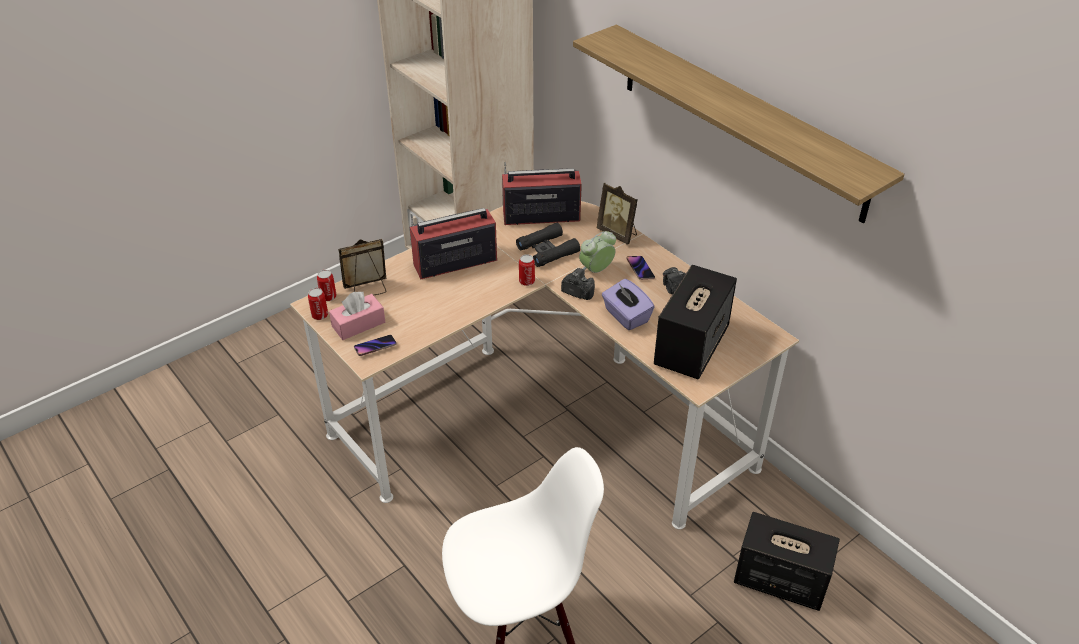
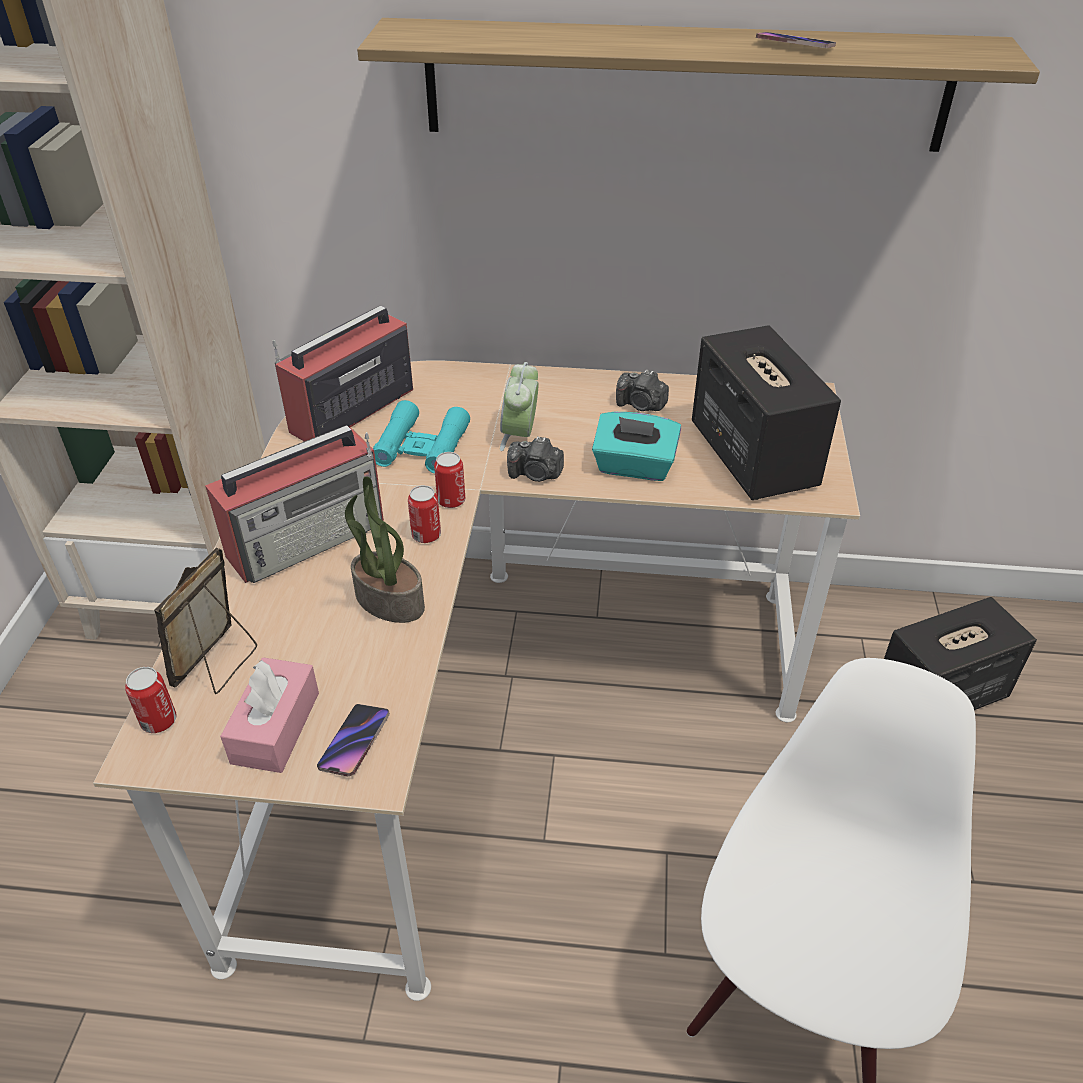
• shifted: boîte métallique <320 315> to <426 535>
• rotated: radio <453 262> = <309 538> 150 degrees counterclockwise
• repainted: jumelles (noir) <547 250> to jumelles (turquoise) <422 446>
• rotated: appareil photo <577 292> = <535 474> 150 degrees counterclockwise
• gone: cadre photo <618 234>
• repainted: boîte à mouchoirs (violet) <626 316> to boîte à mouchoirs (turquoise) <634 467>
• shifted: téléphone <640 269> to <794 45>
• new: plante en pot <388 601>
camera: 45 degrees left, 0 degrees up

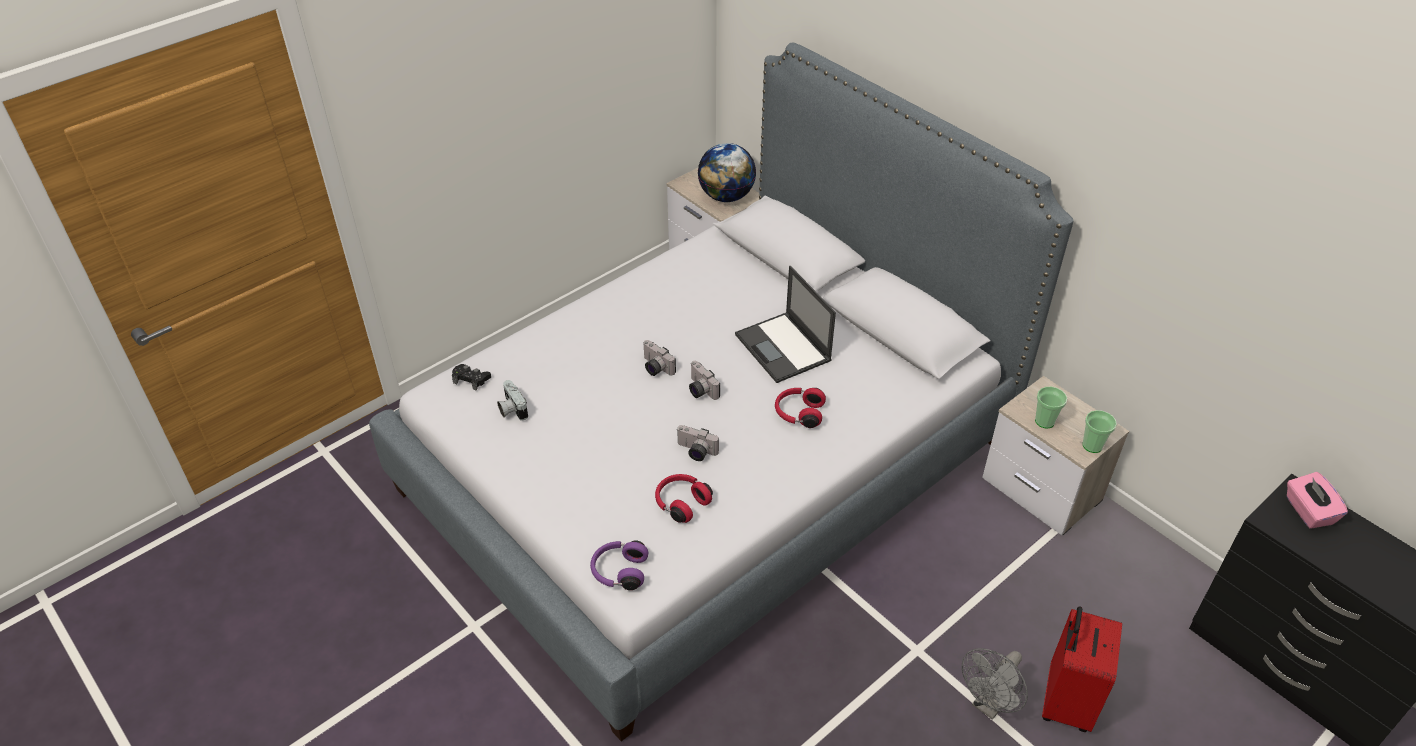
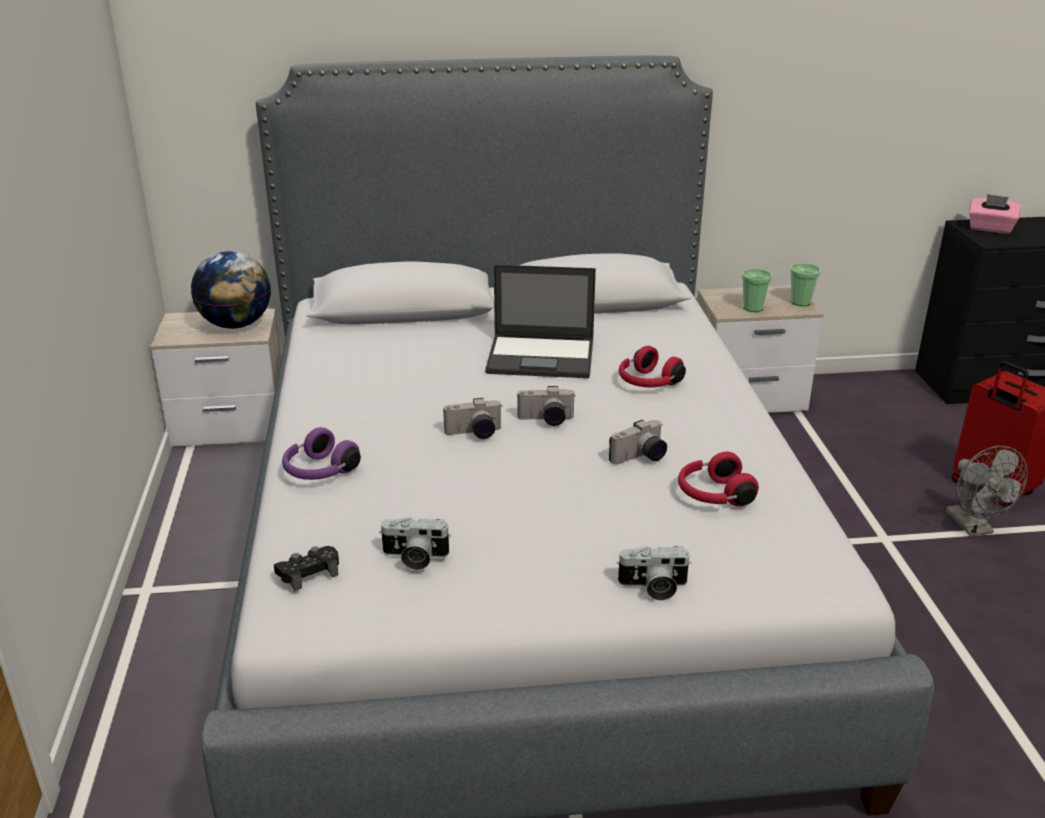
• shifted: casque audio (violet) <619 571> to <319 471>
• new: appareil photo <653 587>
camera: 55 degrees left, 15 degrees down

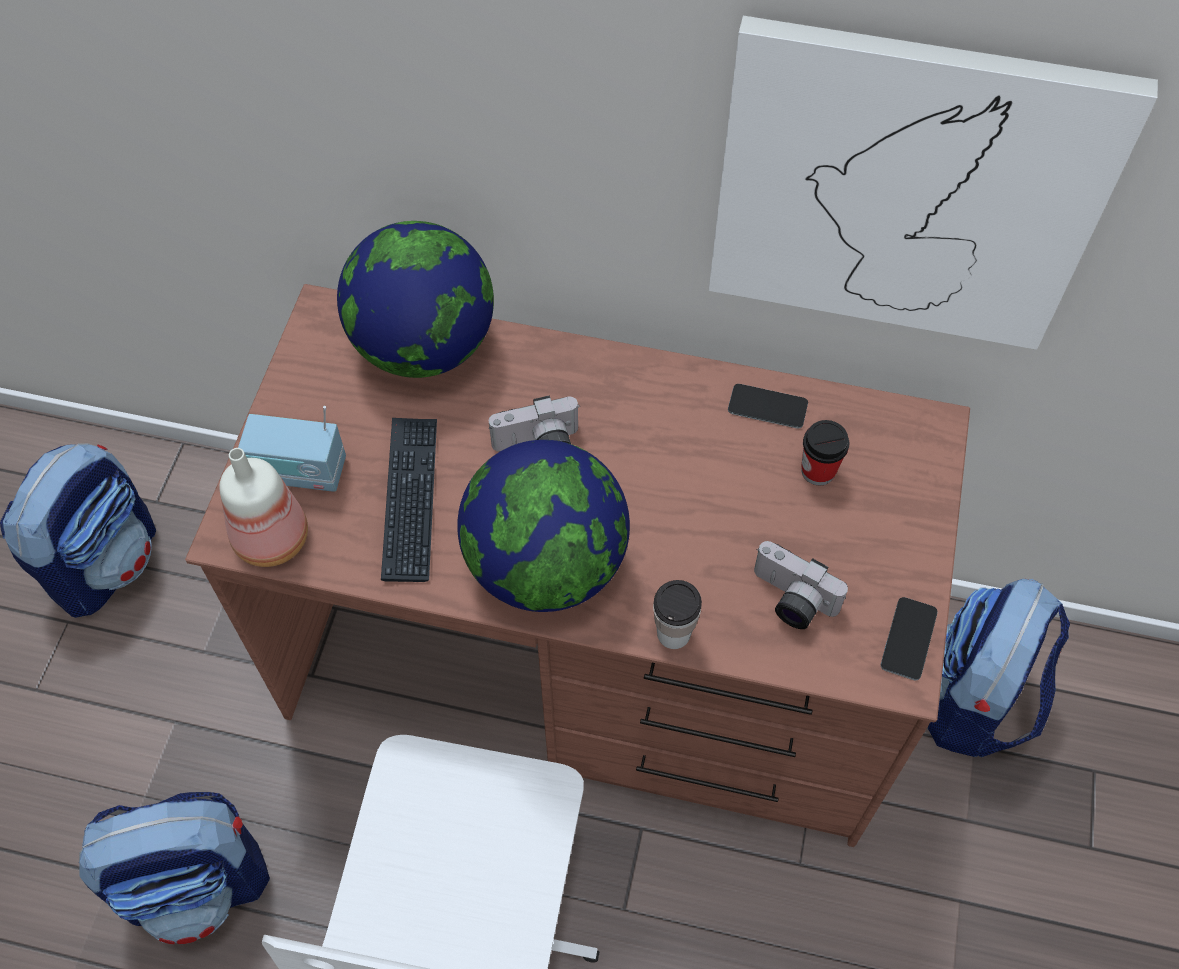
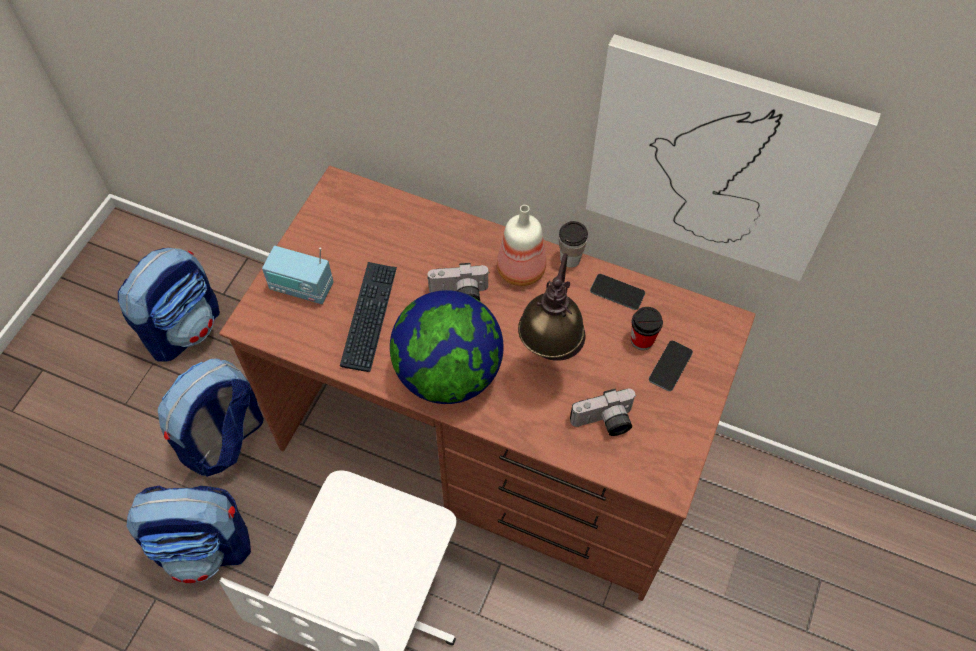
• shifted: bouteille <272 540> to <521 271>
• gone: globe <424 346>
• shifted: tasse <673 634> to <570 259>
• rotated: appareil photo <790 600> = <604 423> 60 degrees counterclockwise
• shifted: téléphone <908 639> to <670 366>
• shifted: sac à dos <974 700> to <224 441>
• new: lampe de table <551 355>
camera: 10 degrees right, 0 degrees up

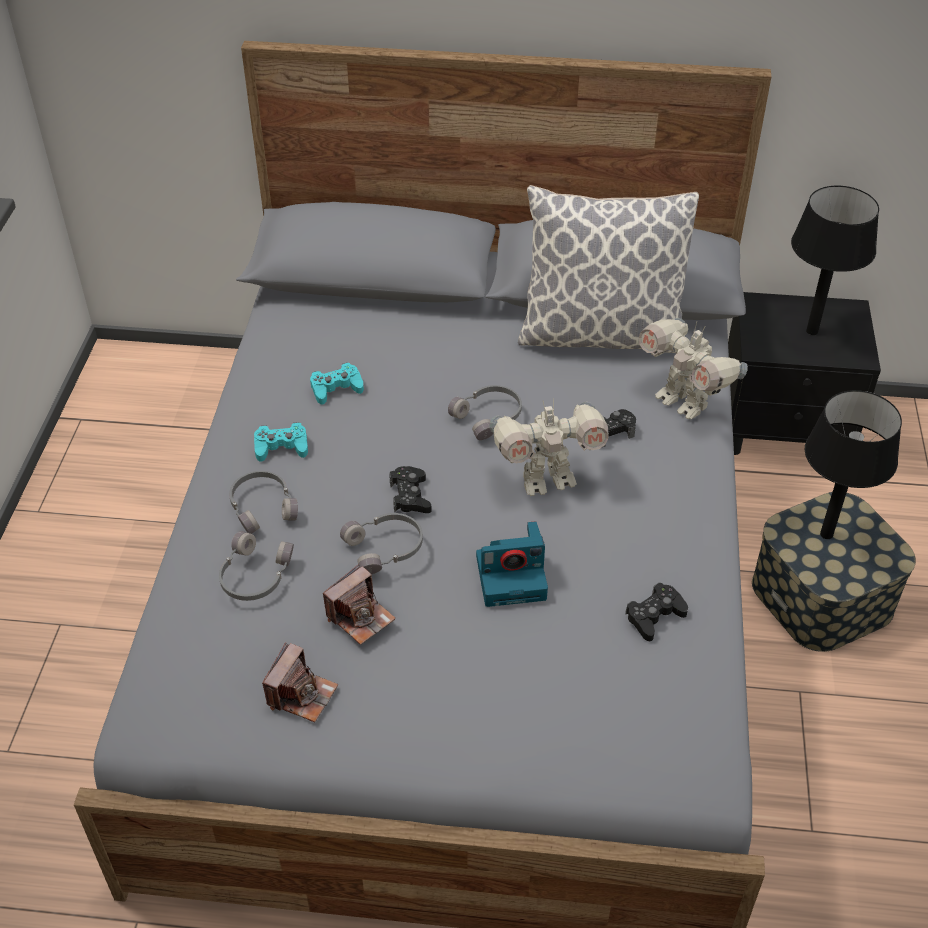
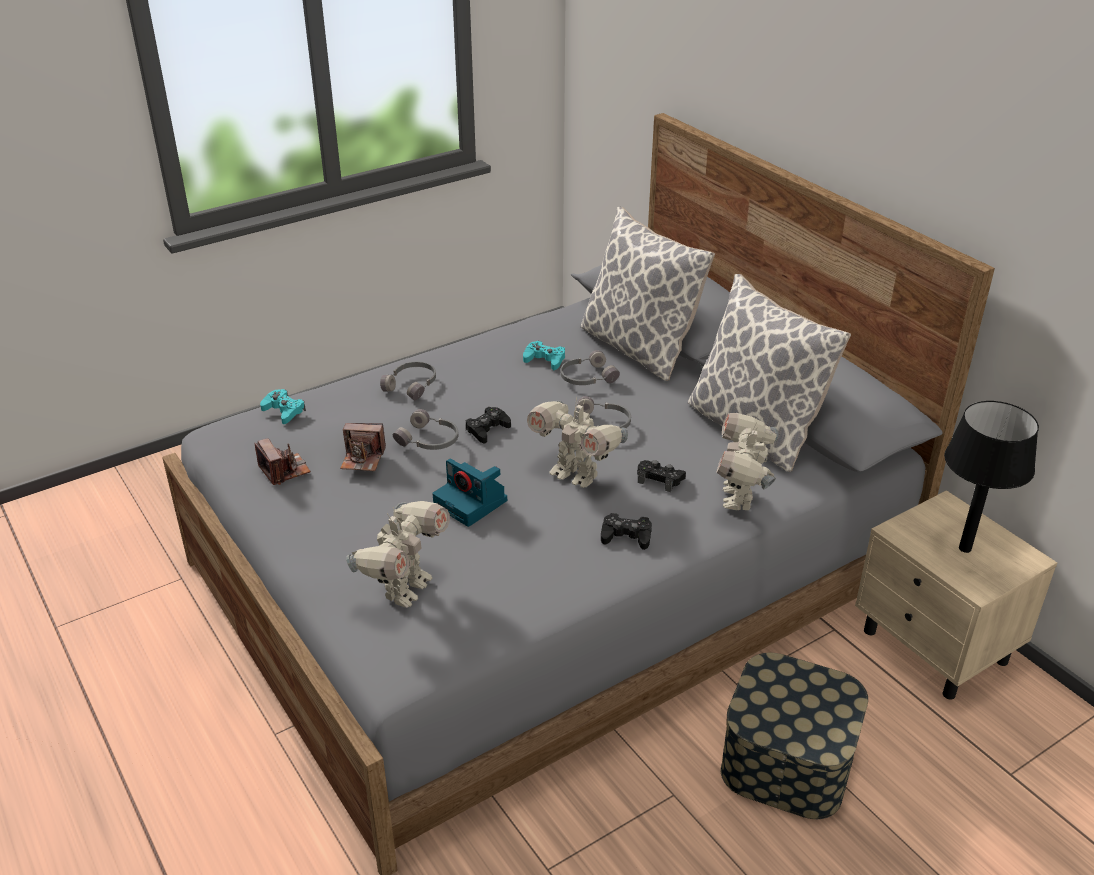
• shifted: casque audio (gris) <254 575> to <586 377>
• shifted: manette (turquoise) <281 447> to <284 411>
• rotated: appareil photo <301 694> = <284 470> 105 degrees counterclockwise
• shifted: manette (noir) <654 616> to <626 536>
• repainted: table de chevet (noir) <784 429> to table de chevet (beige) <935 647>
• gone: lampe de table (noir) <826 535>
• new: robot jouet <404 589>
• new: coussin <638 348>
camera: 50 degrees right, 10 degrees down

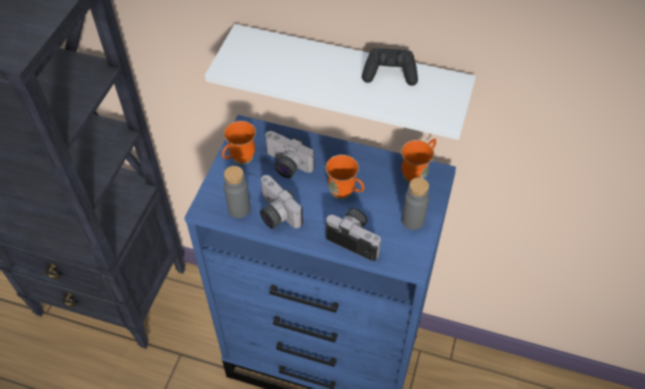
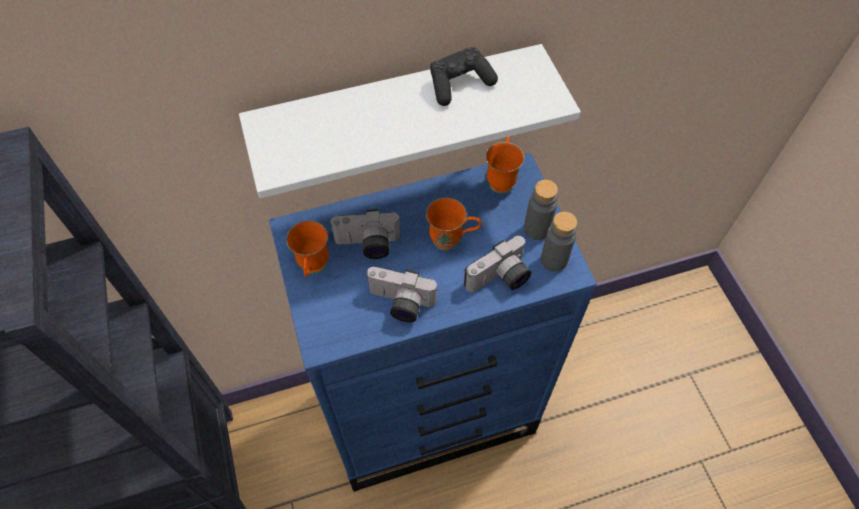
• shifted: bouteille (gris) <239 209> to <554 260>
• rotated: appareil photo <356 238> = <500 279> 150 degrees clockwise
camera: 35 degrees left, 5 degrees up

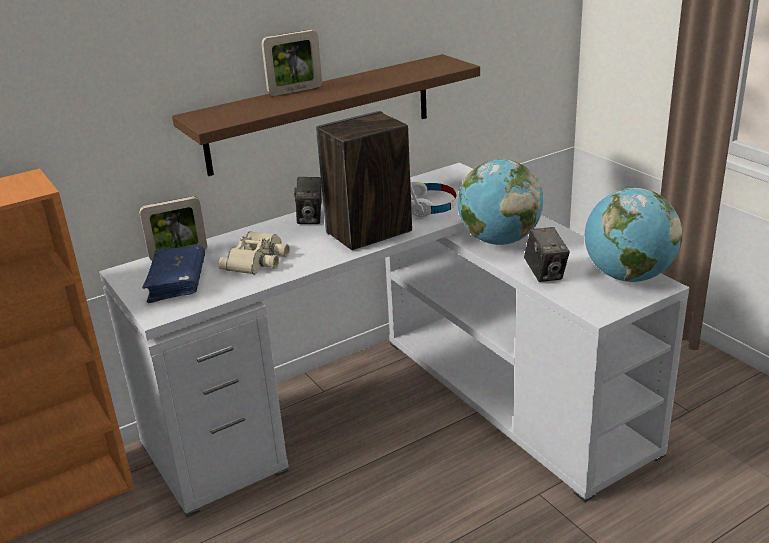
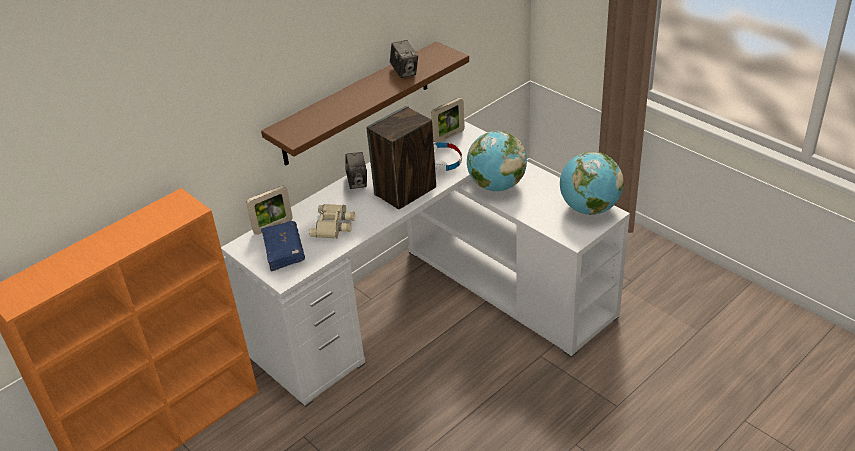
• shifted: cadre photo <295 91> to <448 136>
• shifted: appareil photo <545 274> to <404 72>
camera: 10 degrees left, 10 degrees up

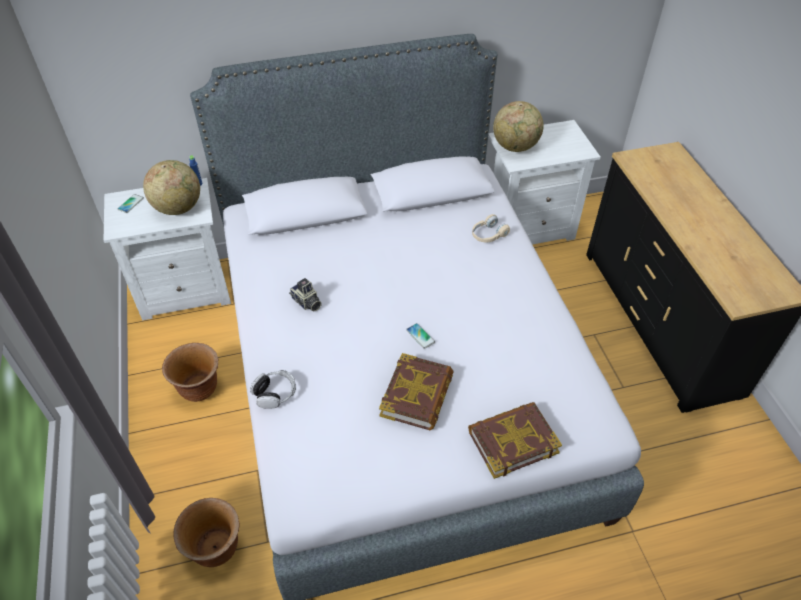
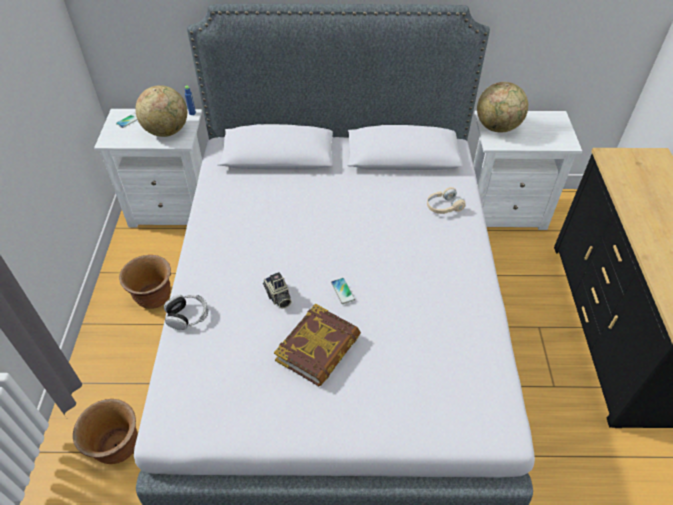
• shifted: appareil photo <306 303> to <278 297>
• gone: livre <512 441>
camera: 15 degrees right, 0 degrees up

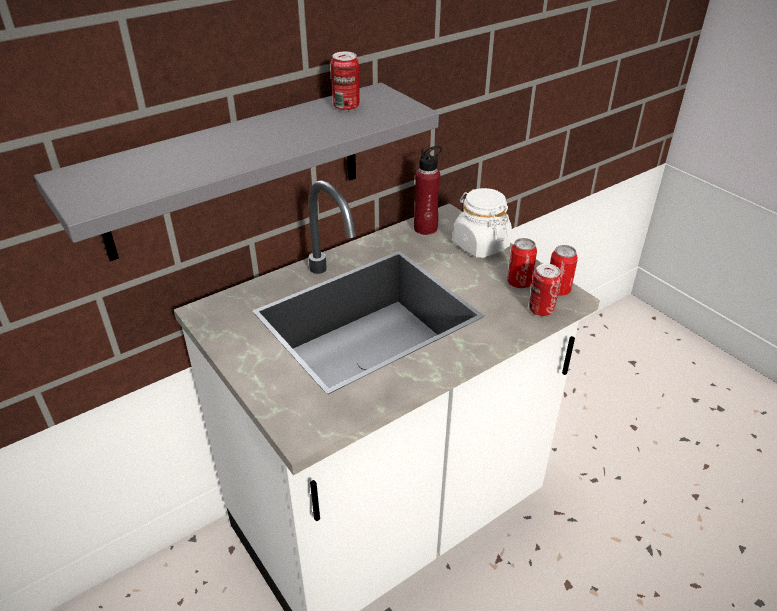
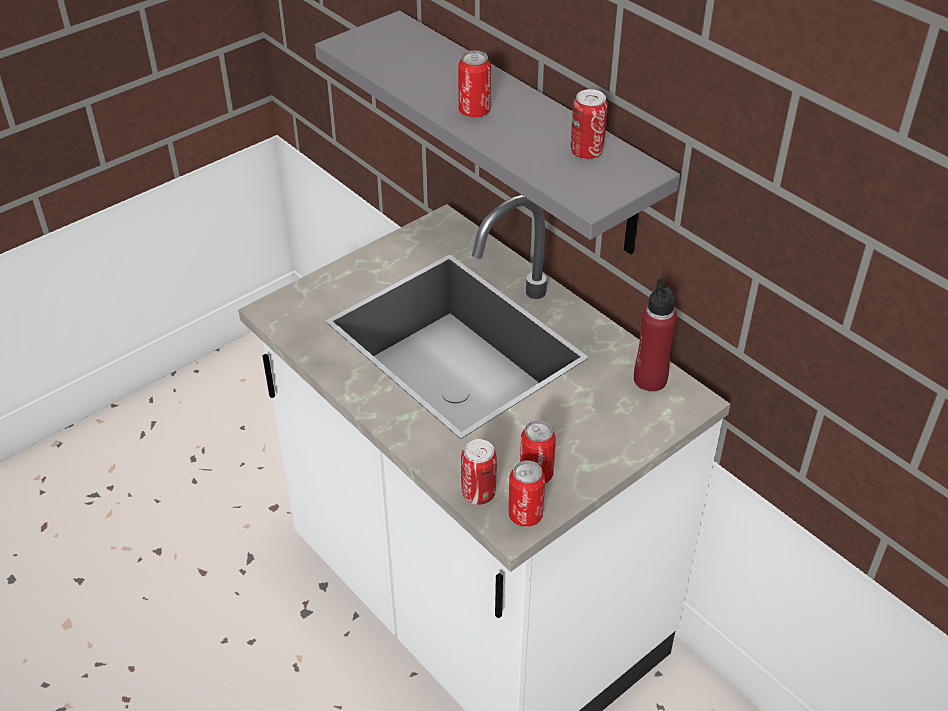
• gone: bocal (blanc) <480 245>
• new: boîte métallique <474 112>
camera: 85 degrees right, 5 degrees up

